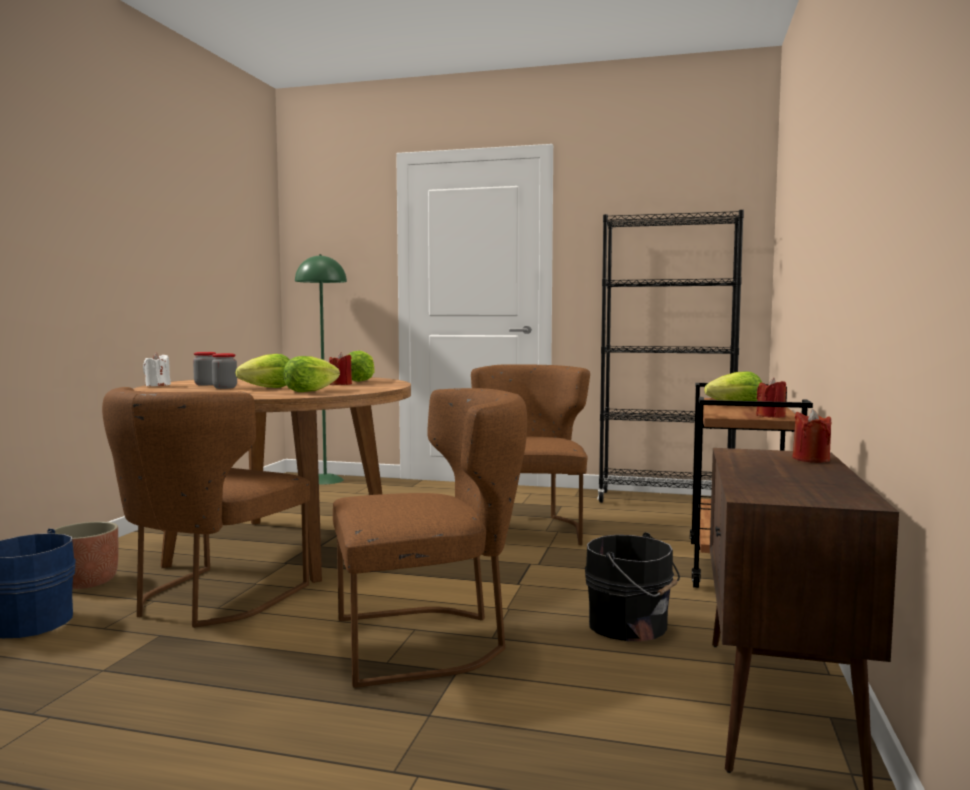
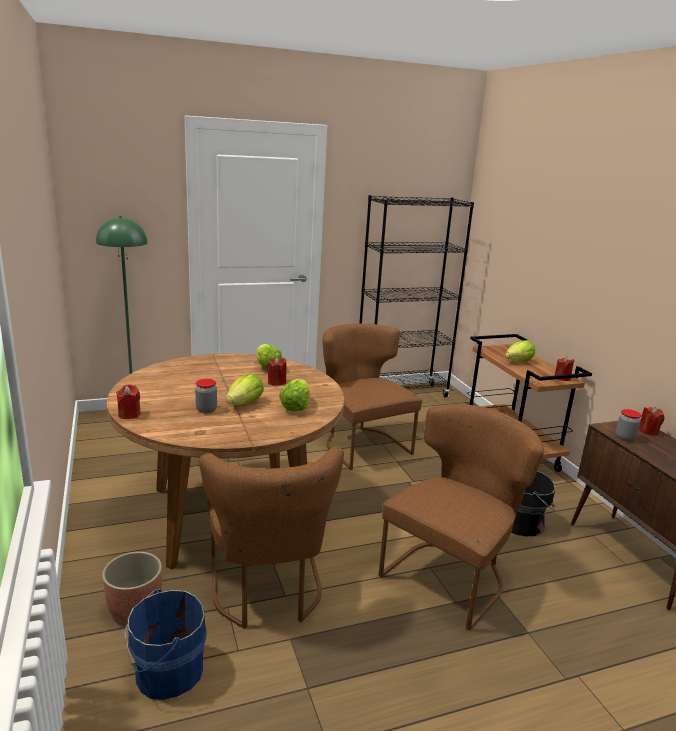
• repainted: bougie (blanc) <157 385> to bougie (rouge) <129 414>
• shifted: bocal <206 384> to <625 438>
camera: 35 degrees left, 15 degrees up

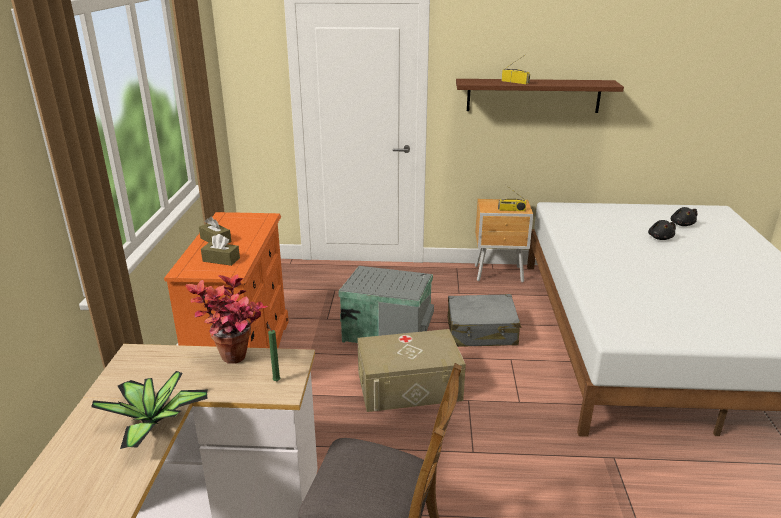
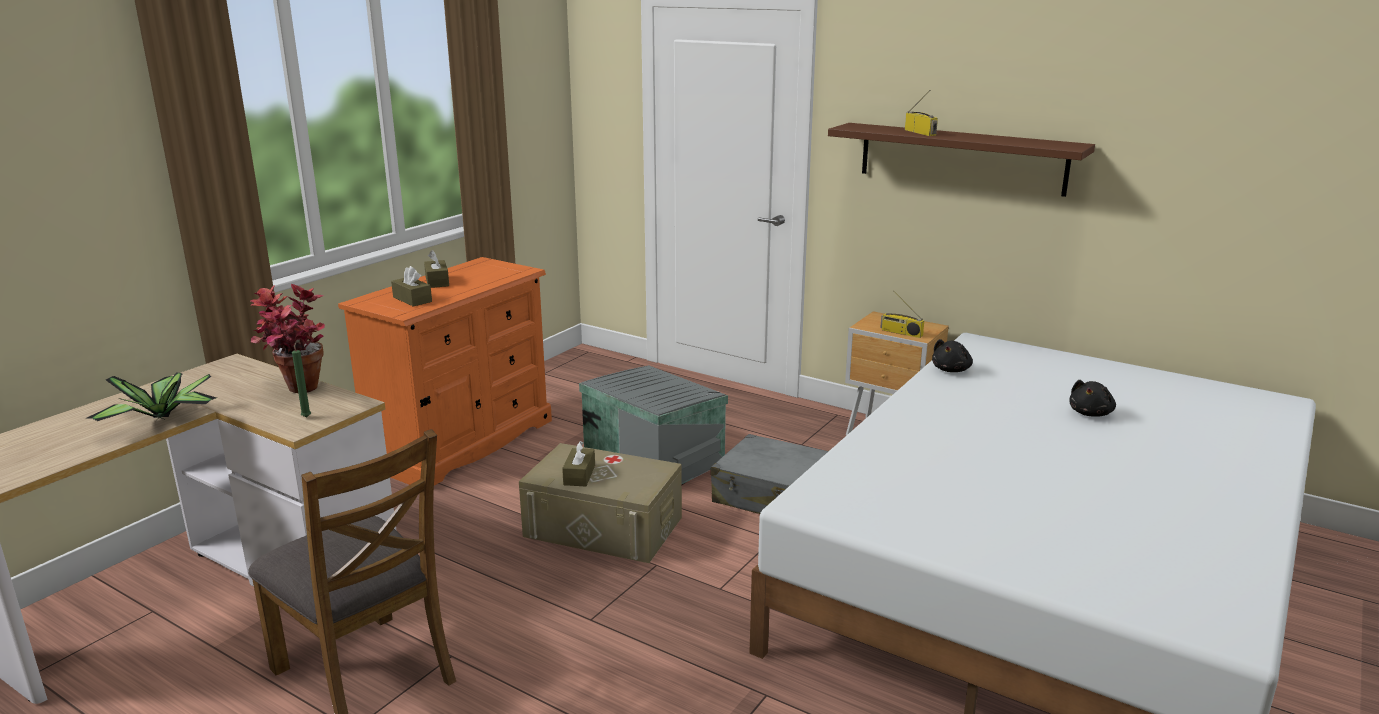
• shifted: peluche (noir) <682 224> to <951 370>
• new: boîte à mouchoirs (marron) <579 475>
camera: 30 degrees right, 5 degrees down

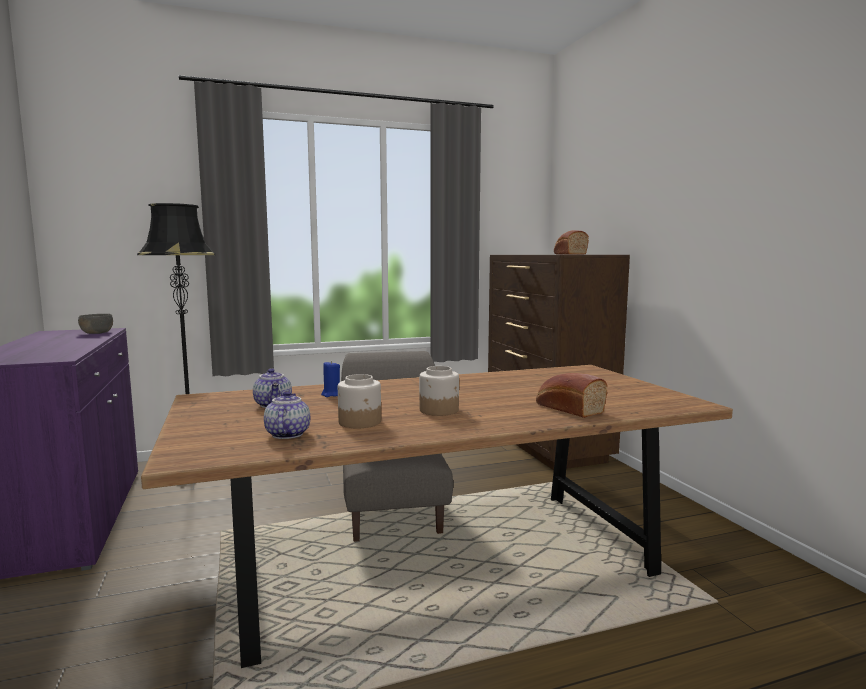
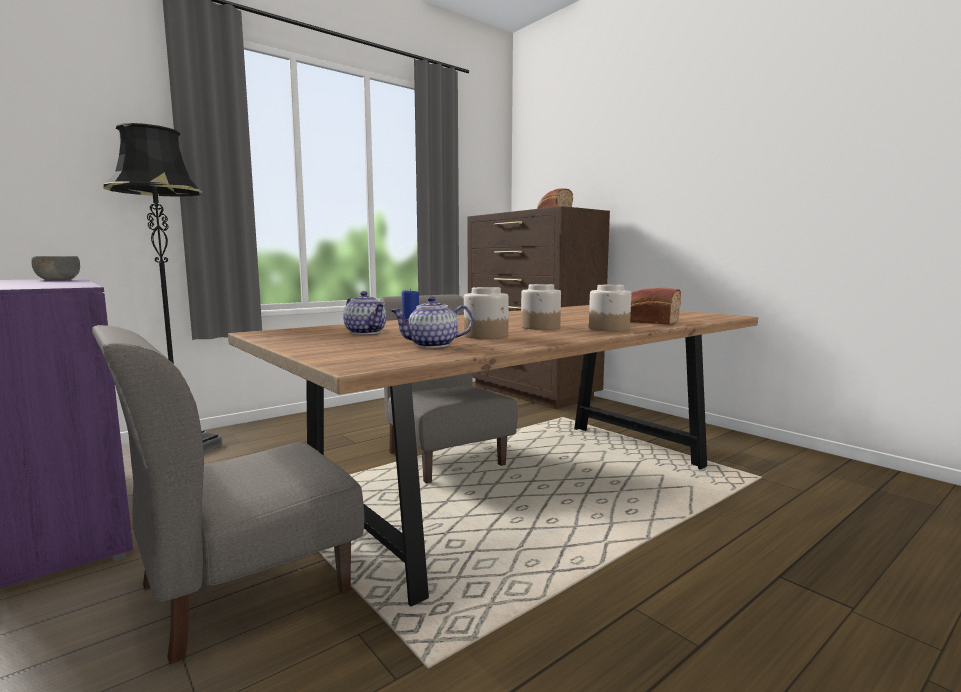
• rotated: théière <286 434> = <432 345> 75 degrees counterclockwise
• new: chaise (gris) <243 587>
• new: bocal <609 329>
camera: 20 degrees left, 0 degrees up

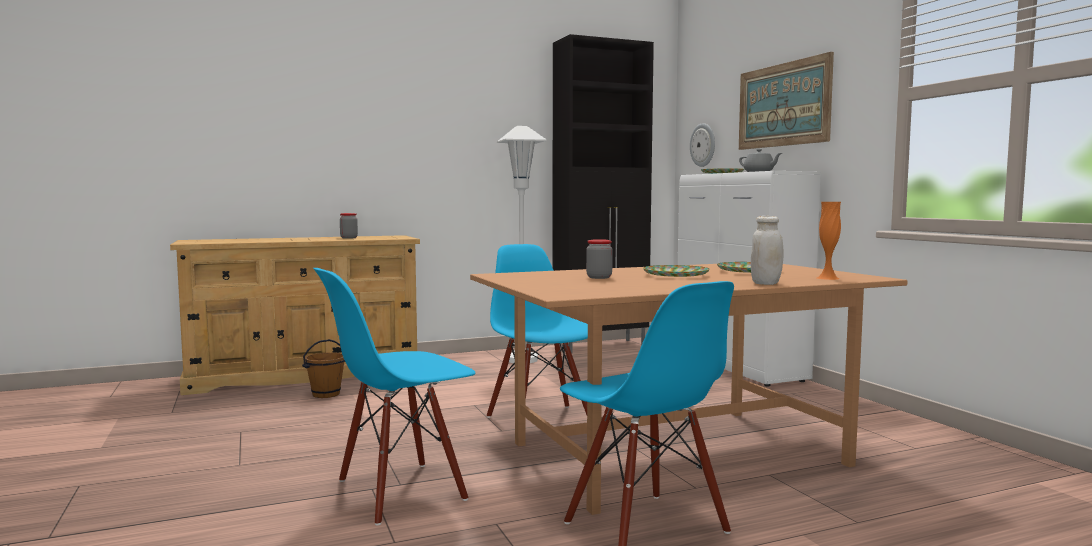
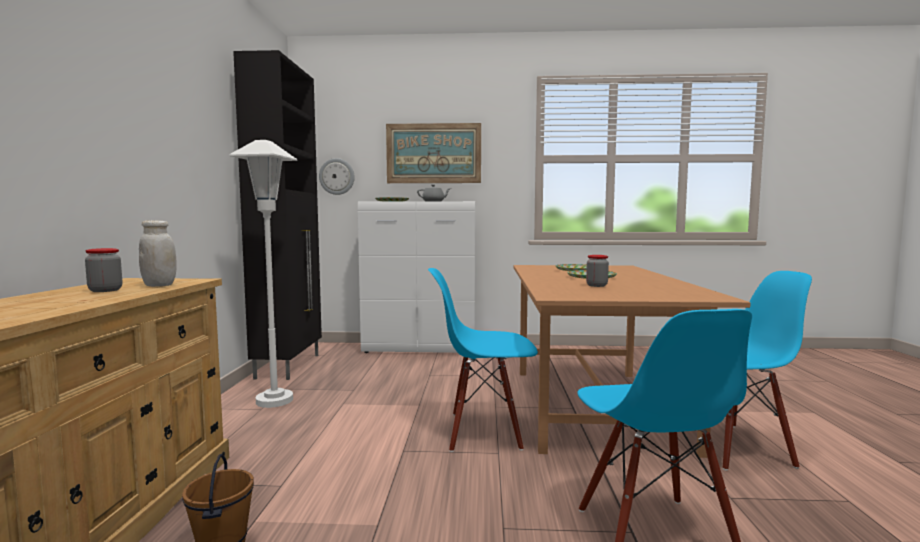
• shifted: bocal (blanc) <765 283> to <159 285>
• gone: vase (orange) <827 278>
camera: 65 degrees left, 0 degrees up

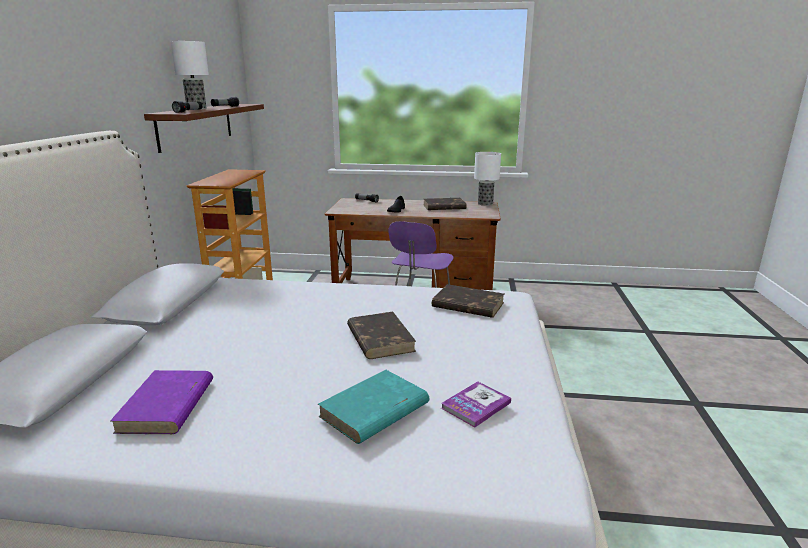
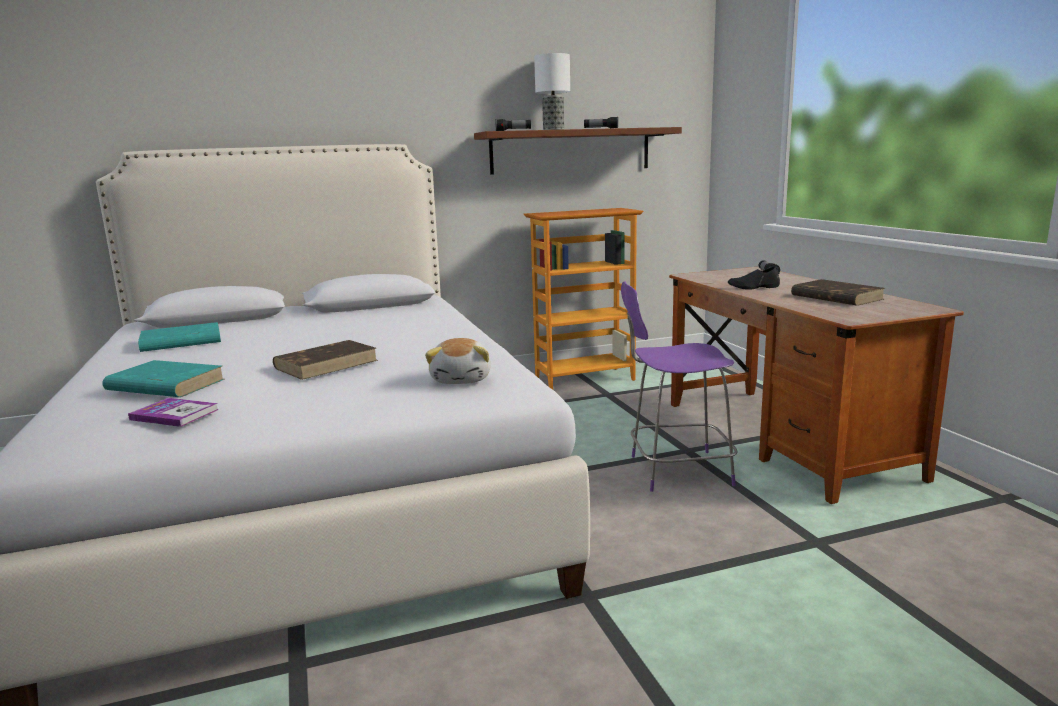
• repainted: livre (violet) <166 406> to livre (turquoise) <180 342>
• swapped: livre (marron) <467 305> to peluche <462 379>
• gone: lampe de table <485 204>
camera: 65 degrees right, 5 degrees down

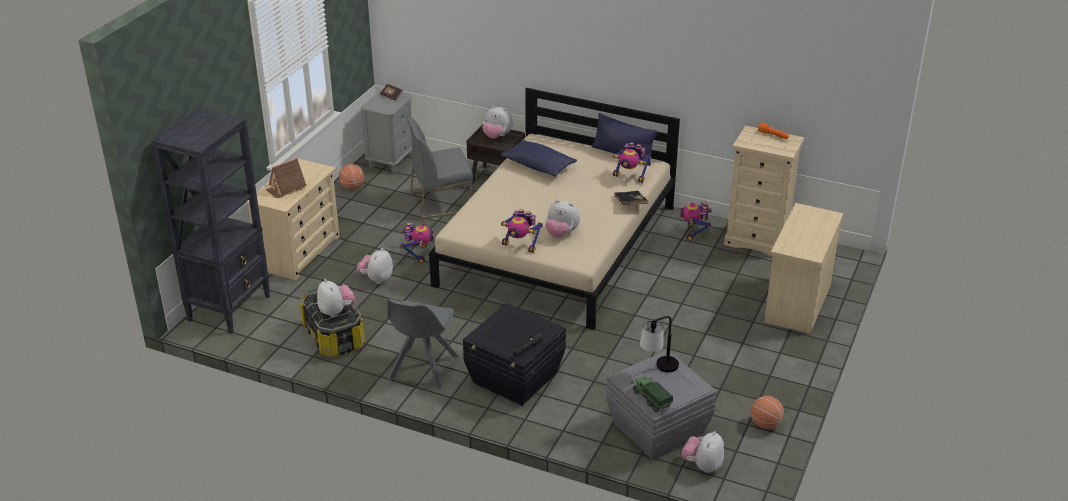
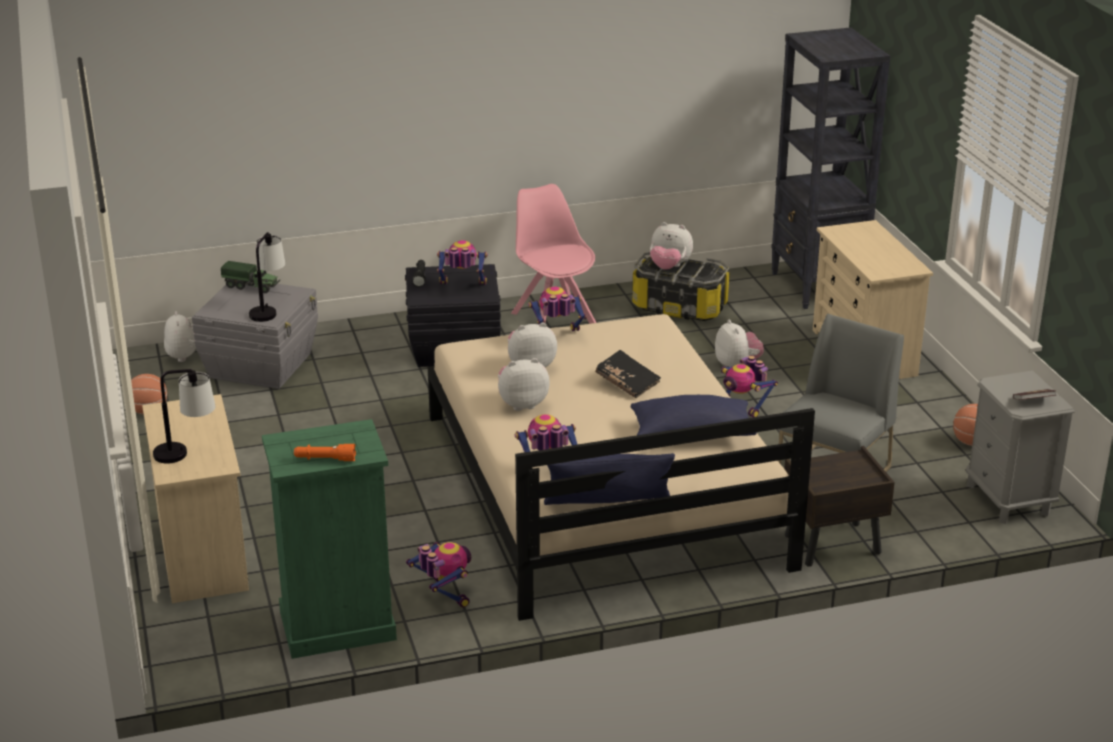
• gone: maison miniature <286 188>
• repainted: chaise (gris) <422 368> to chaise (rose) <553 319>
• shifted: peluche <497 136> to <522 404>
• shifted: livre (noir) <630 203> to <627 383>
• repainted: commode (beige) <757 240> to commode (vert) <337 626>
• new: lampe de table <186 454>
• new: robot jouet <462 287>
camera: 140 degrees right, 5 degrees down

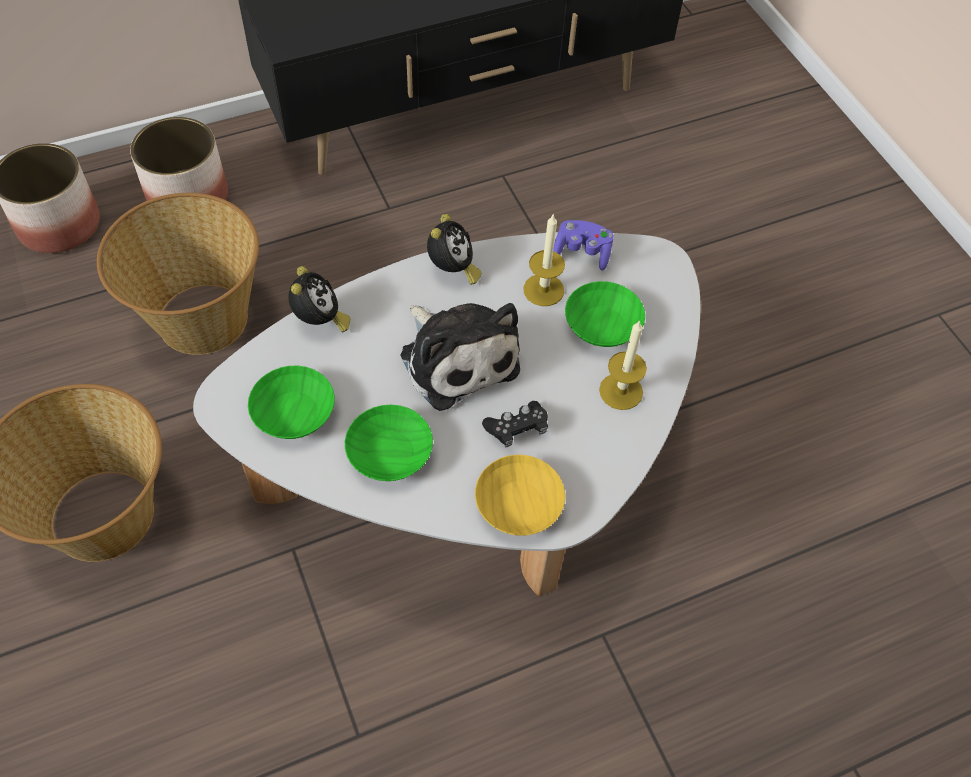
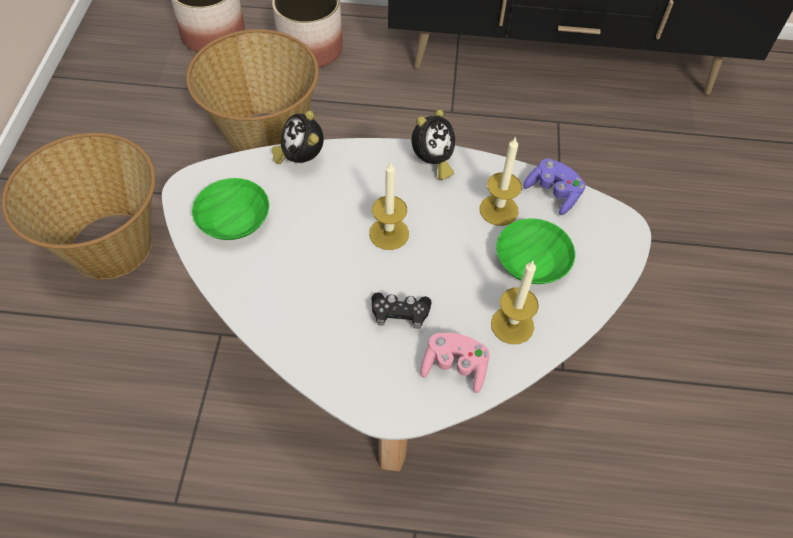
• rotated: réveil <320 321> = <301 158> 135 degrees clockwise
• gone: bol (vert) <387 453>
• swapped: peluche <457 357> to bougie <389 233>
• gone: bol (jaune) <519 506>
• new: manette (rose) <454 367>
camera: 30 degrees right, 0 degrees up

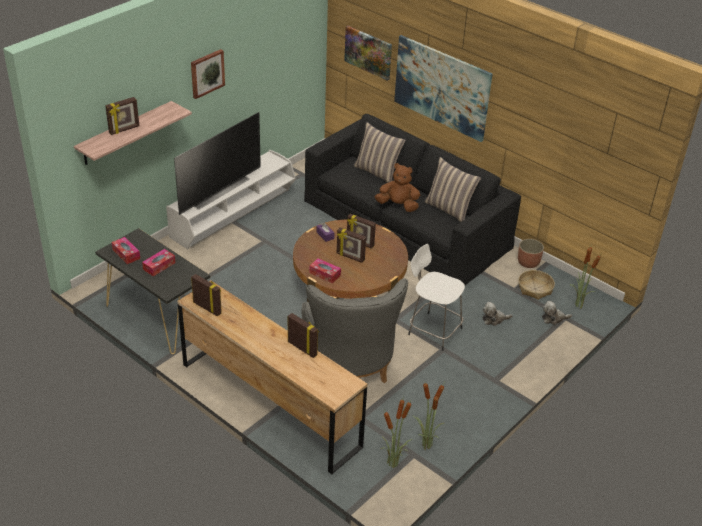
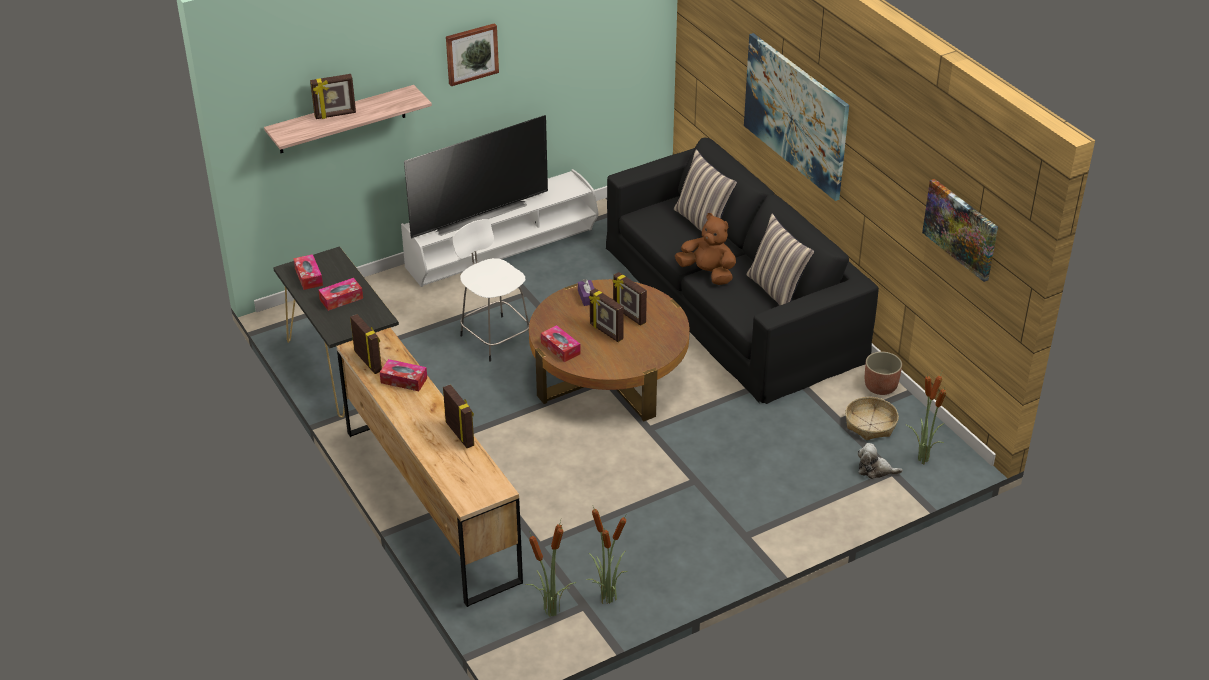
• gone: fauteuil (gris) <349 370>
• shifted: tableau <368 52> to <961 229>
• shifted: tabouret (blanc) <433 330> to <494 337>
• gone: peluche <494 319>
• new: boîte à mouchoirs <404 380>
camera: 20 degrees right, 0 degrees up

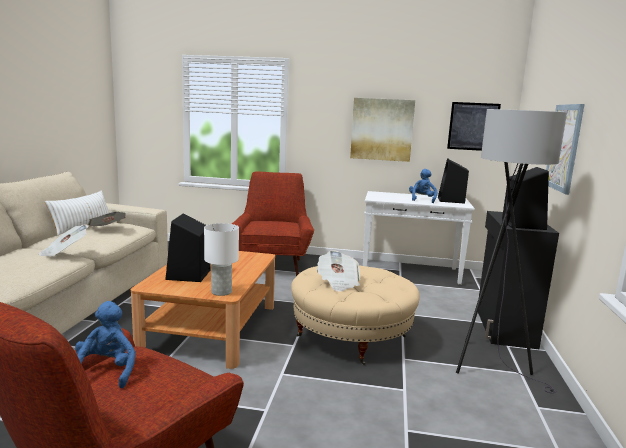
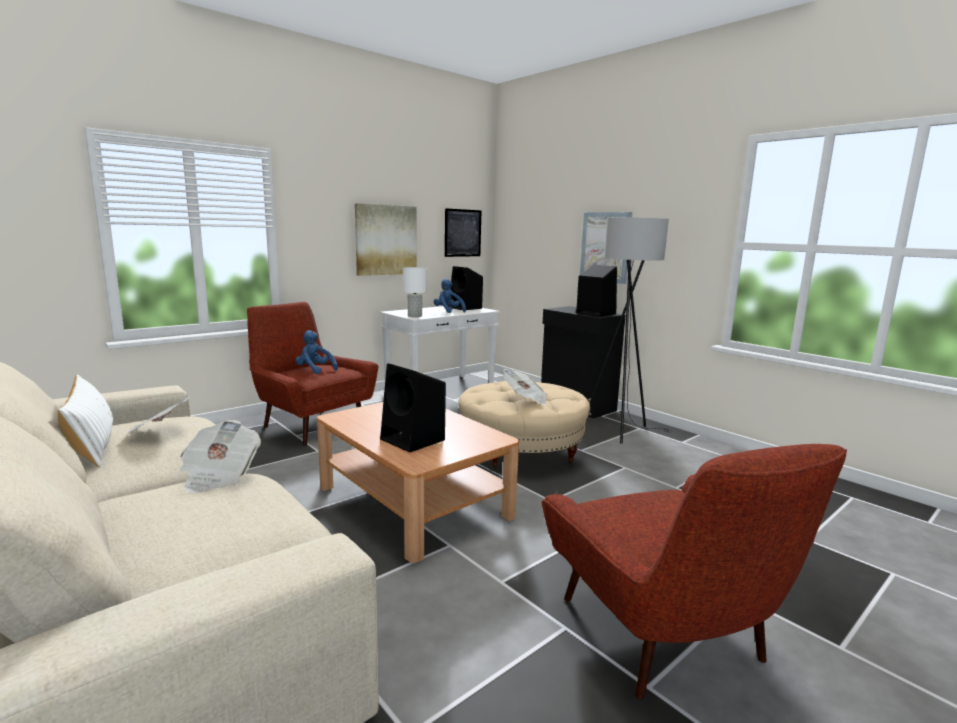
• shifted: peluche (bleu) <106 371> to <314 370>
• shifted: lampe de table (blanc) <222 292> to <415 316>
camera: 50 degrees left, 0 degrees up

